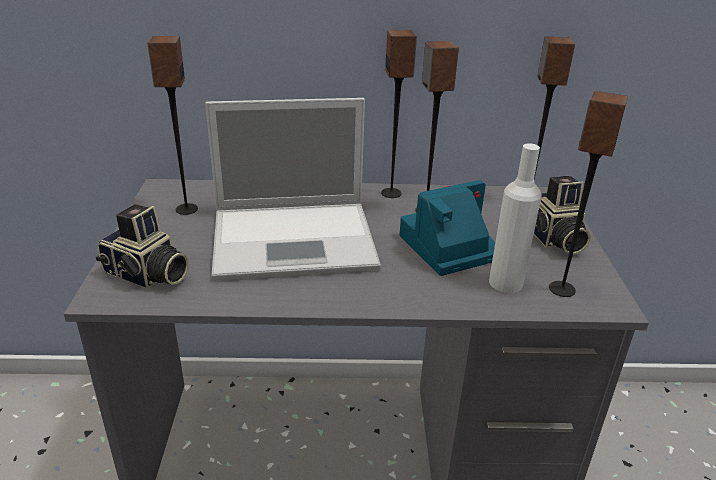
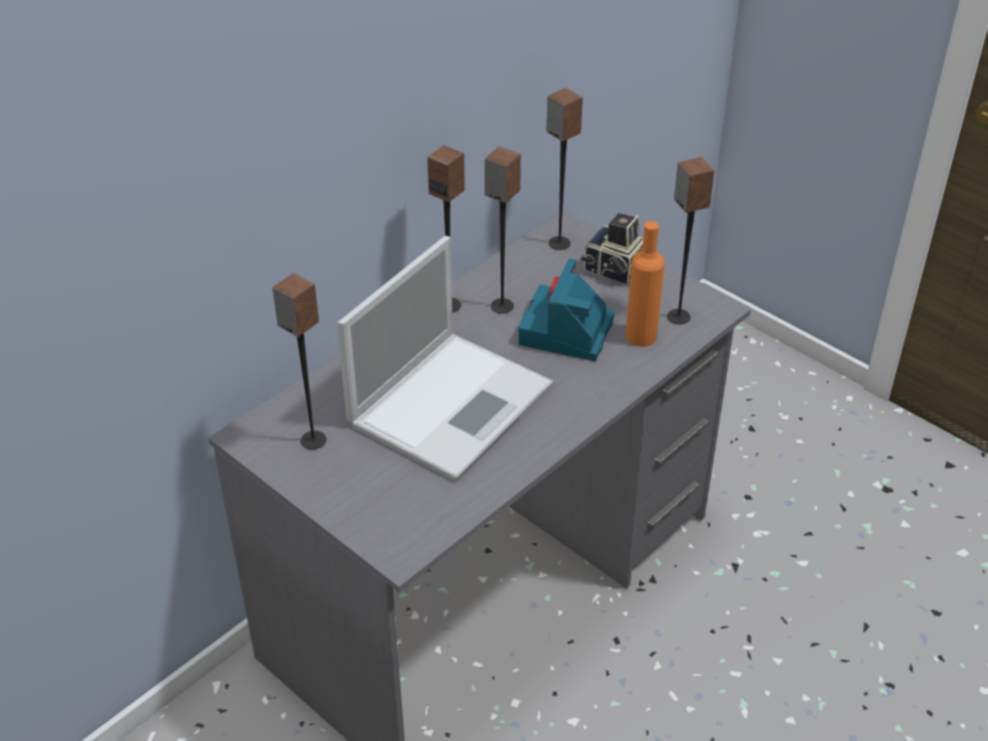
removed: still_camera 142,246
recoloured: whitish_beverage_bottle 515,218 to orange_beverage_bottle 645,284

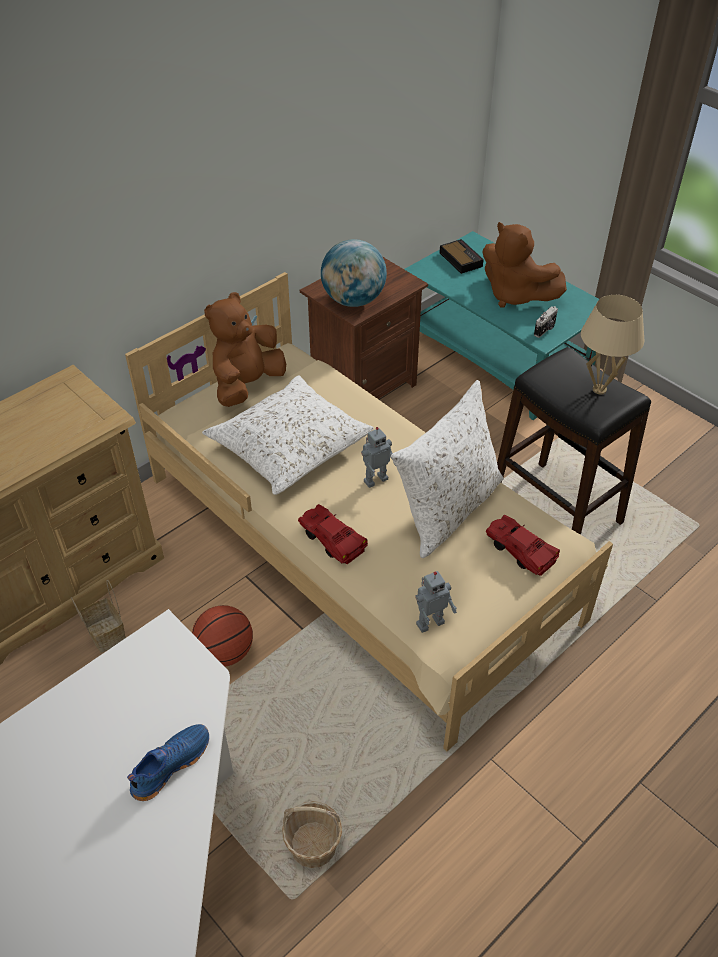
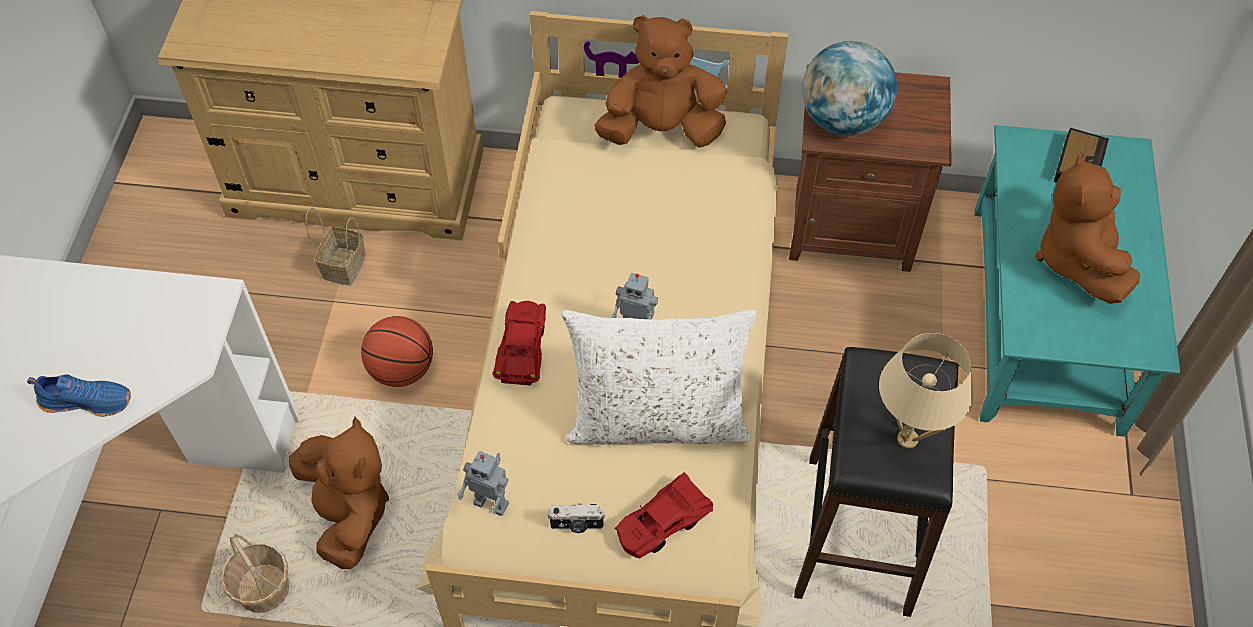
removed: whitish_pillow 288,435
added: brownish_plush_toy 339,493
moved: still_camera 546,322 to 576,518
turned: red_toy_car 523,545 = 664,515 135 degrees counterclockwise

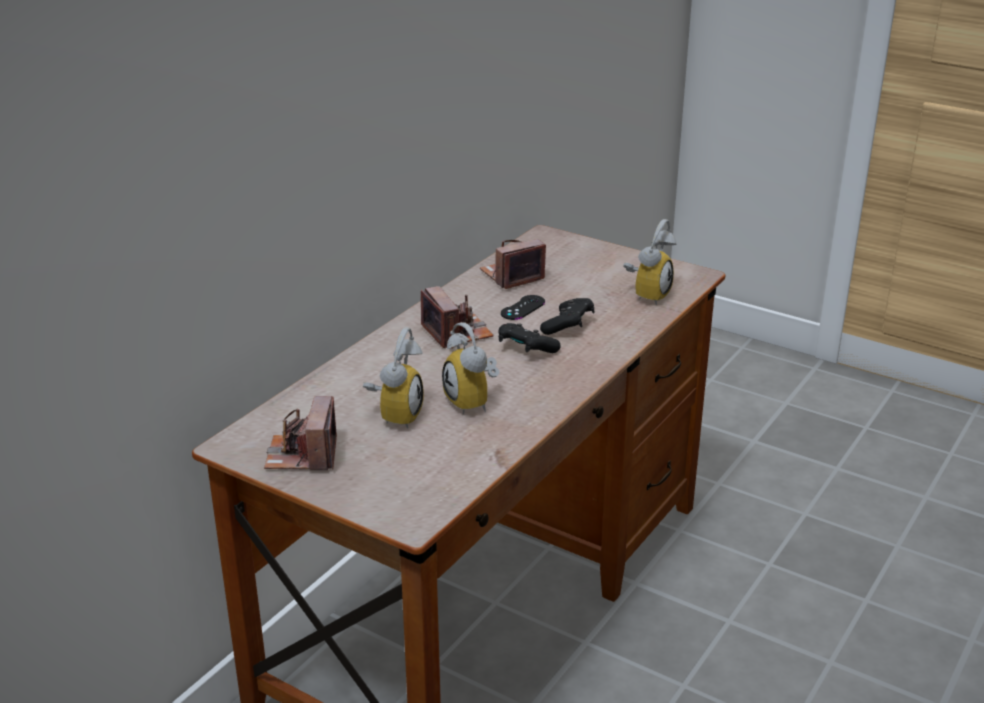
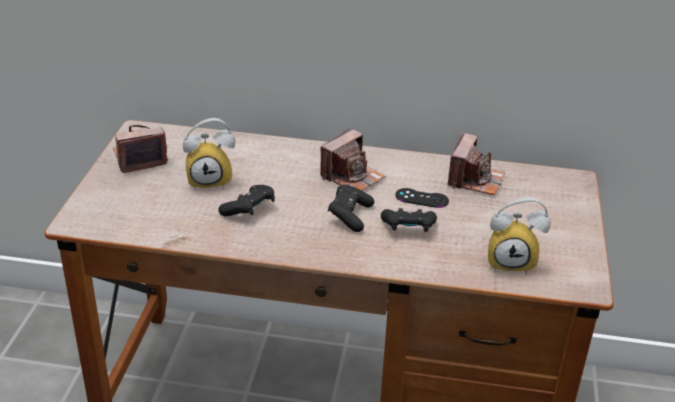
replaced: alarm_clock 470,368 to black-coloured_game_controller 246,200
turned: still_camera 513,264 = 476,164 75 degrees clockwise

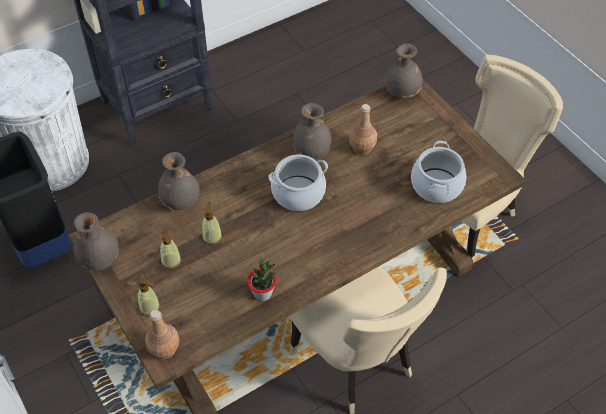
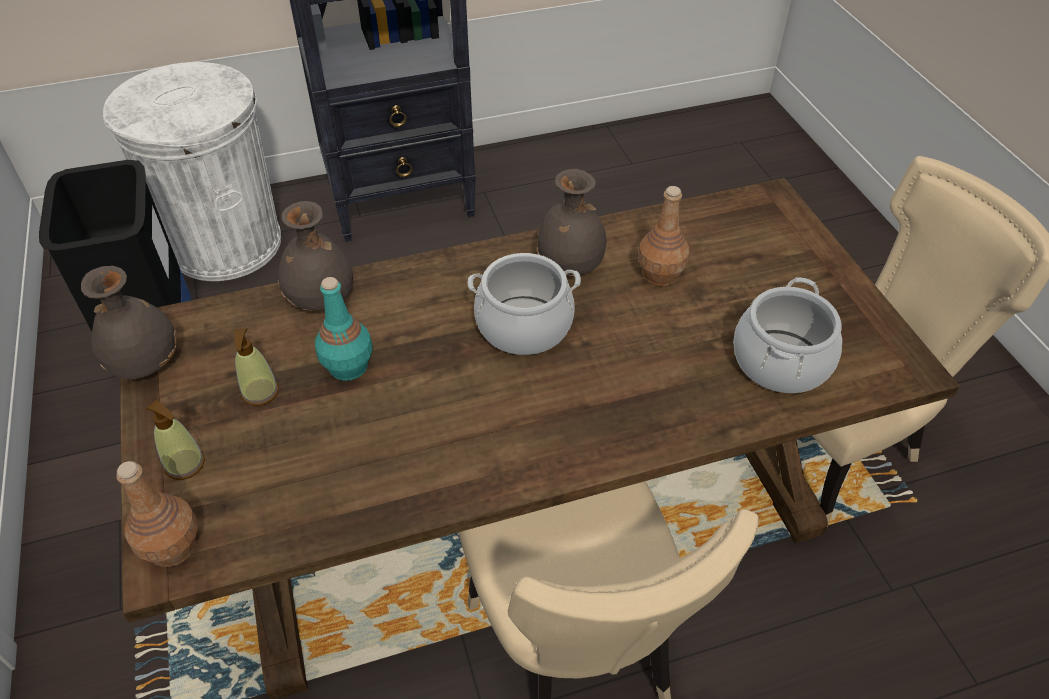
removed: plant_in_a_pot 262,279; greyish_flower_vase 404,70
replaced: liquid_soap_bottle 212,223 to blue-green_beverage_bottle 344,329

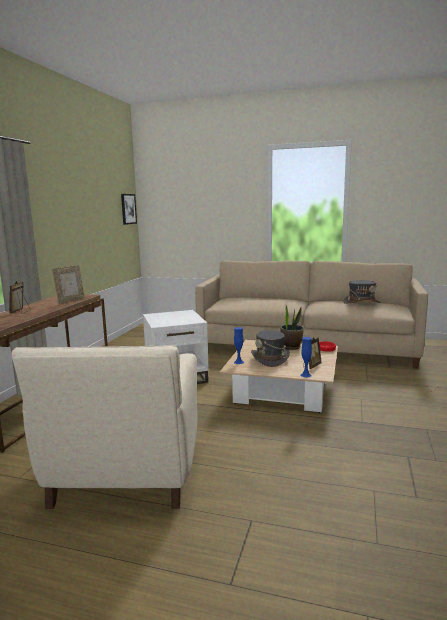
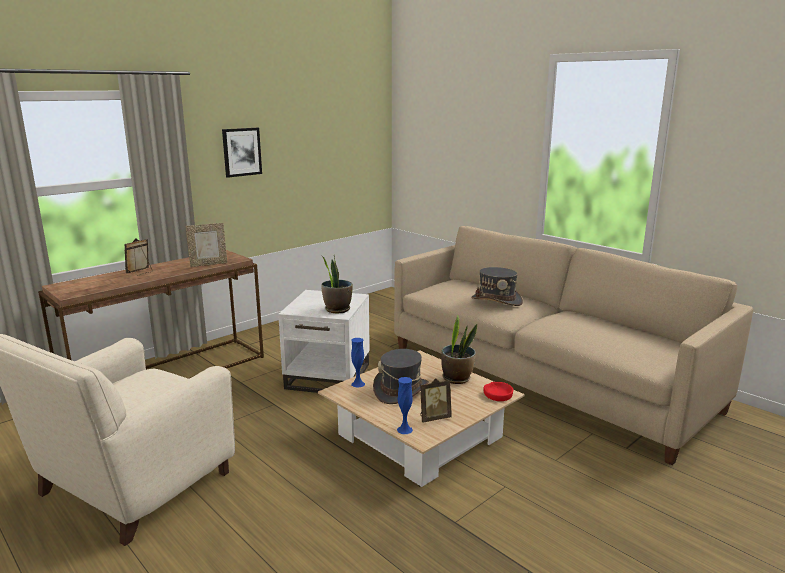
added: plant_in_a_pot 337,284
moved: wall_art 129,209 to 242,153; greyish_clothing_hat 361,292 to 497,286

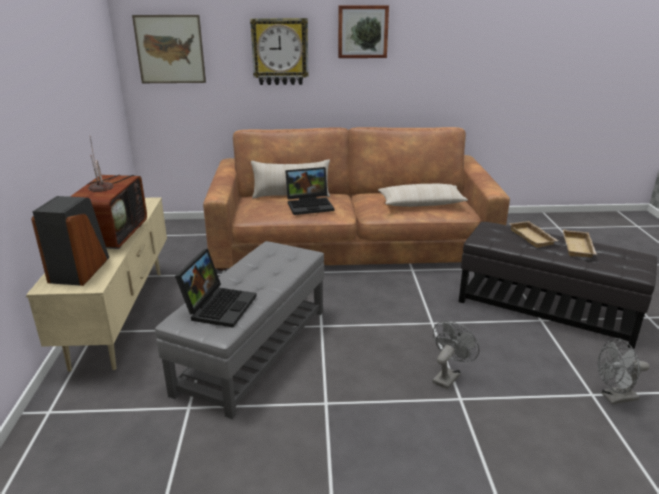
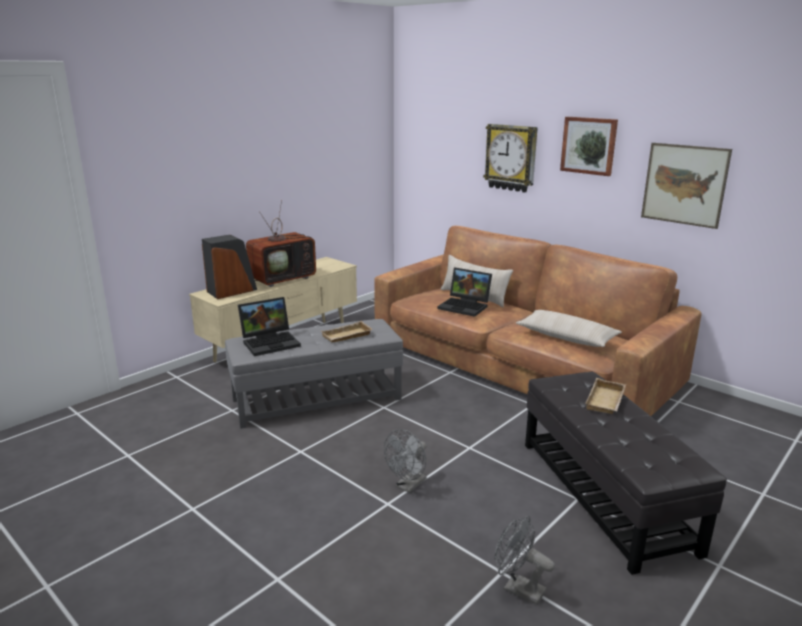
moved: wall_art 169,49 to 686,186; sand-coloured_serving_tray 580,243 to 346,332
turned: greyish_fan 455,355 = 405,461 135 degrees clockwise

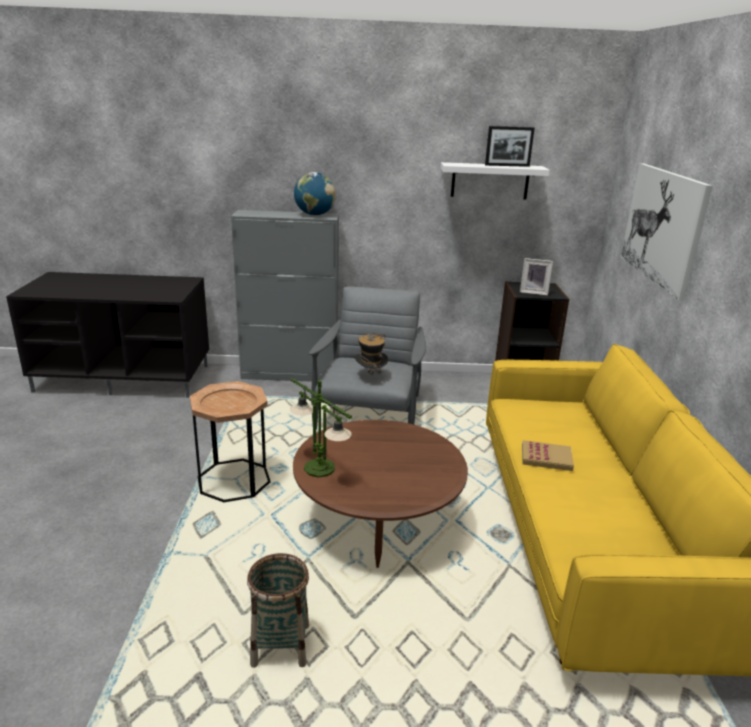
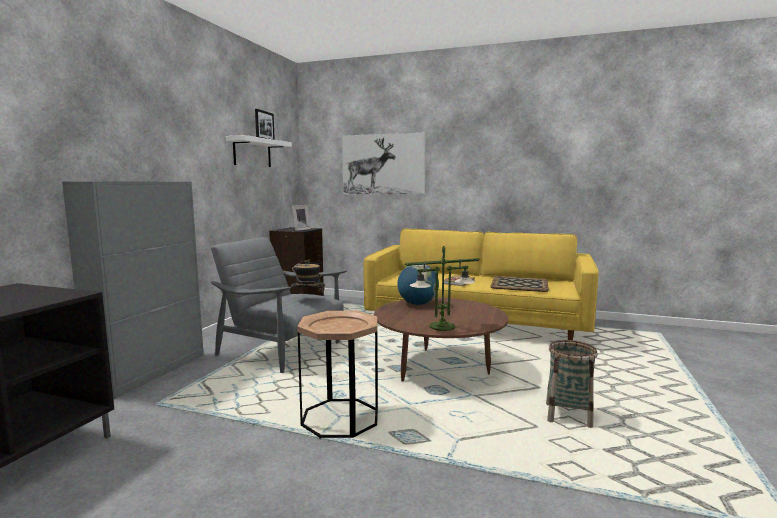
added: serving_tray 519,284
moved: globe 315,193 to 418,285

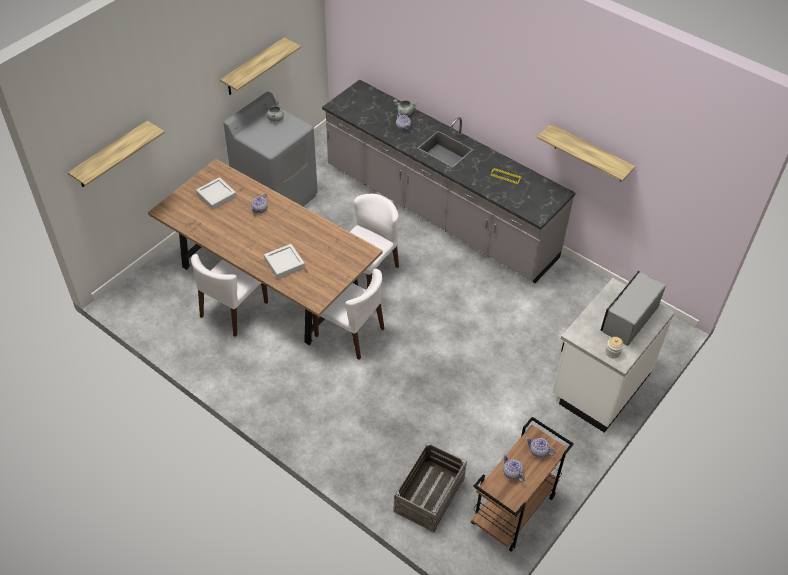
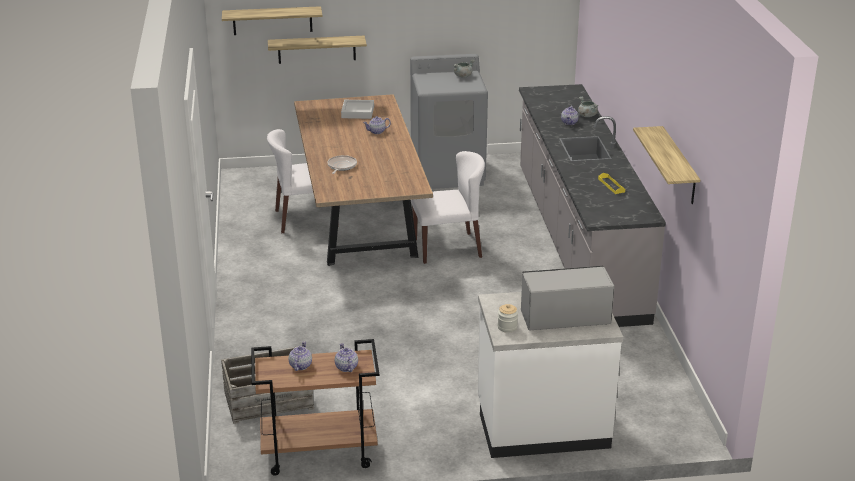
removed: whitish_plain_chair 348,314
moved: wall_shelf 260,66 to 317,50
replaced: greyish_serving_tray 284,261 to pan 342,164

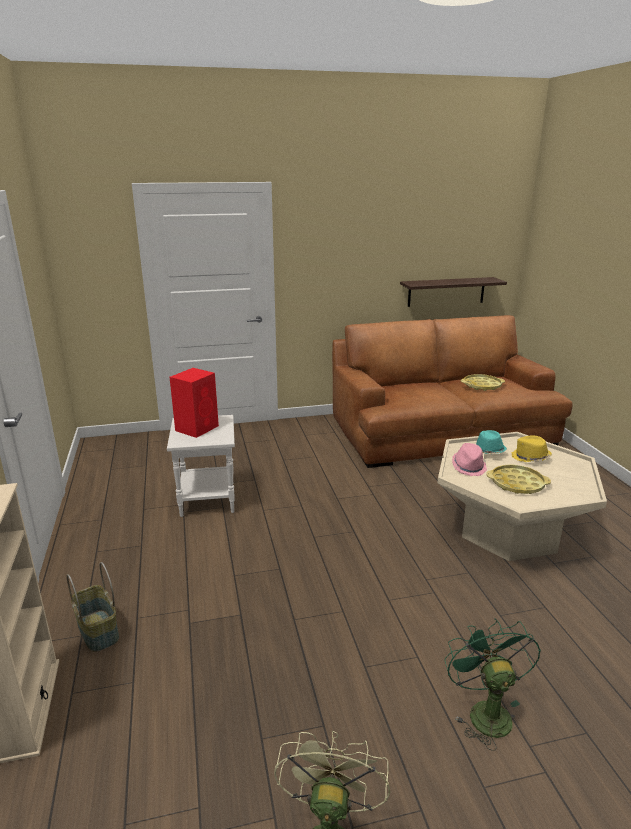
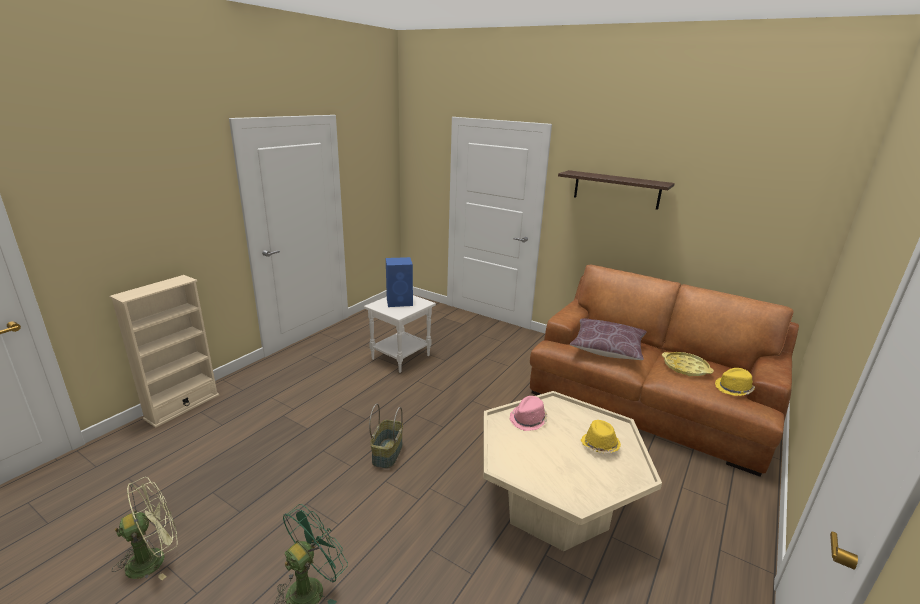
removed: blue-green_clothing_hat 491,442; yellowish_serving_tray 518,479
added: brownish_pillow 608,339; yellowish_clothing_hat 735,382
moved: storage_basket 93,607 to 386,436; wall_shelf 453,292 to 616,190
recoloured: red_audio_speaker 194,403 to blue-coloured_audio_speaker 399,282

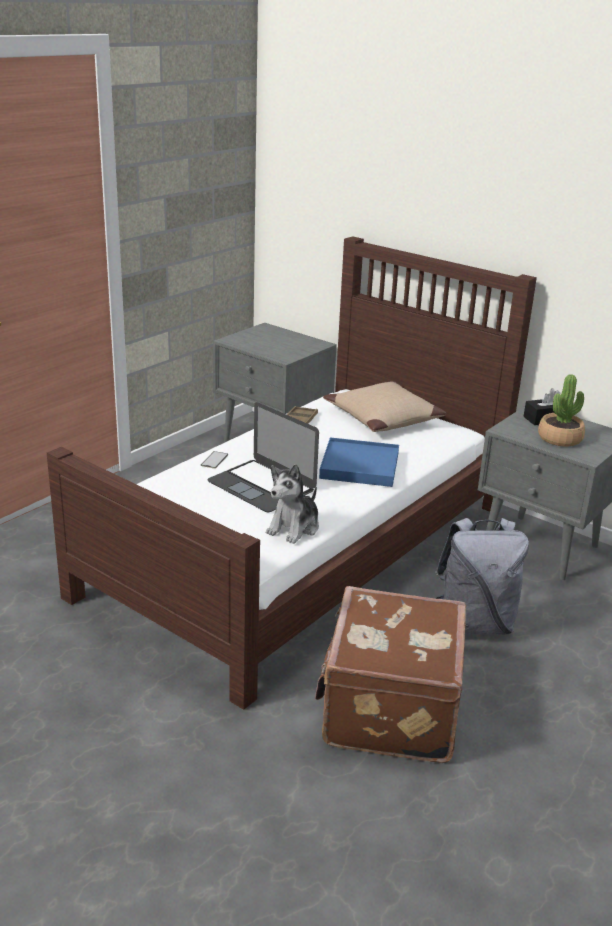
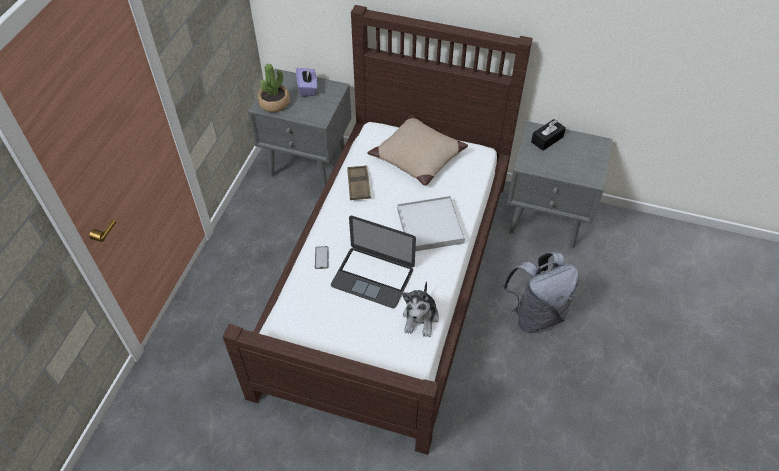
removed: brownish_travel_case 390,674
added: purplish_box_of_tissues 306,82
moved: plant_in_a_pot 561,410 to 273,88
recoloured: blue-coloured_serving_tray 359,462 to whitish_serving_tray 431,224

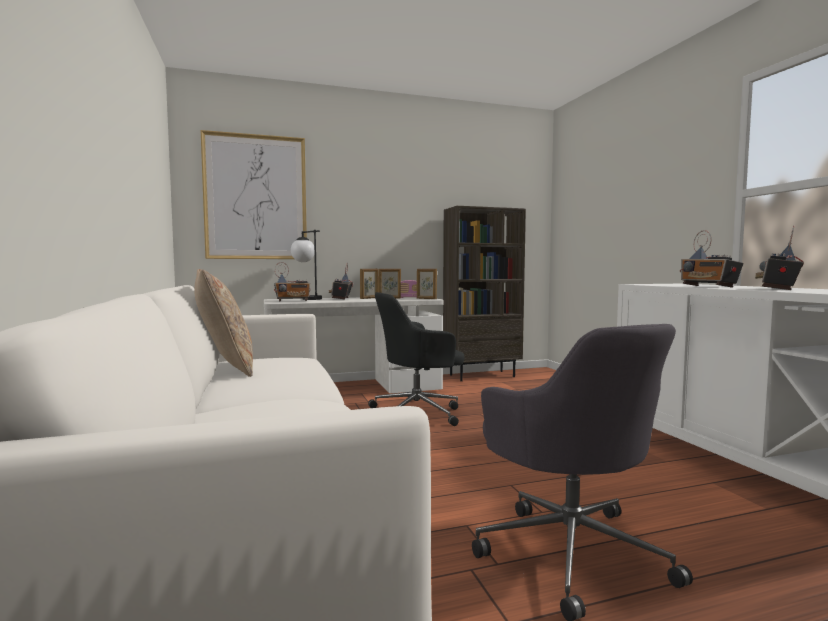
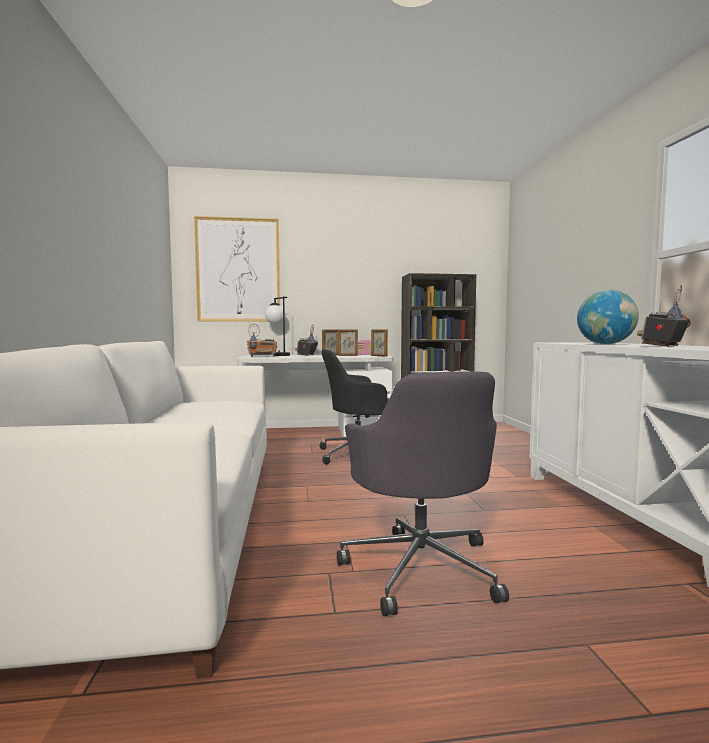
removed: sand-coloured_pillow 223,323
replaced: radio_receiver 712,258 to globe 608,317

